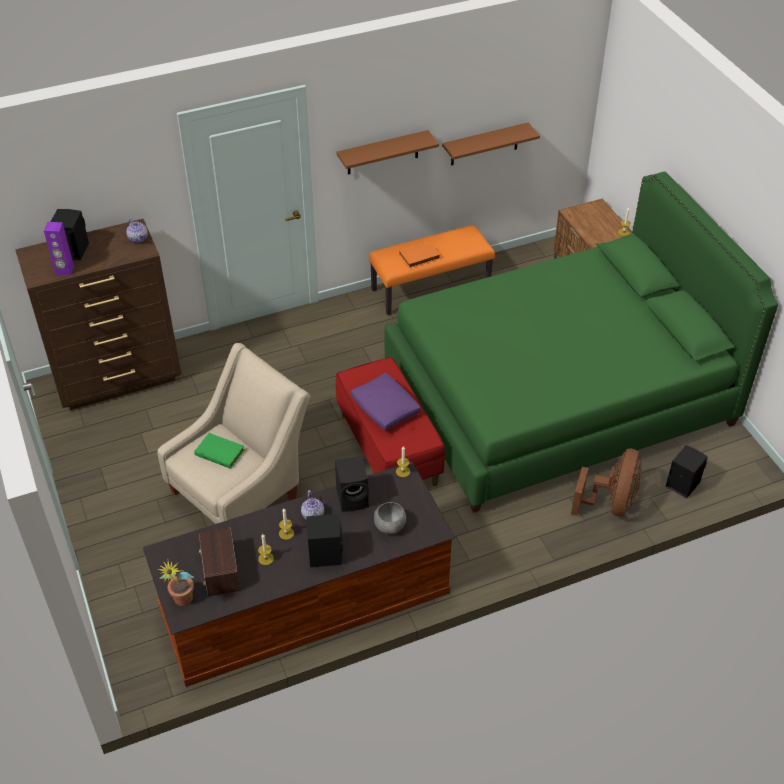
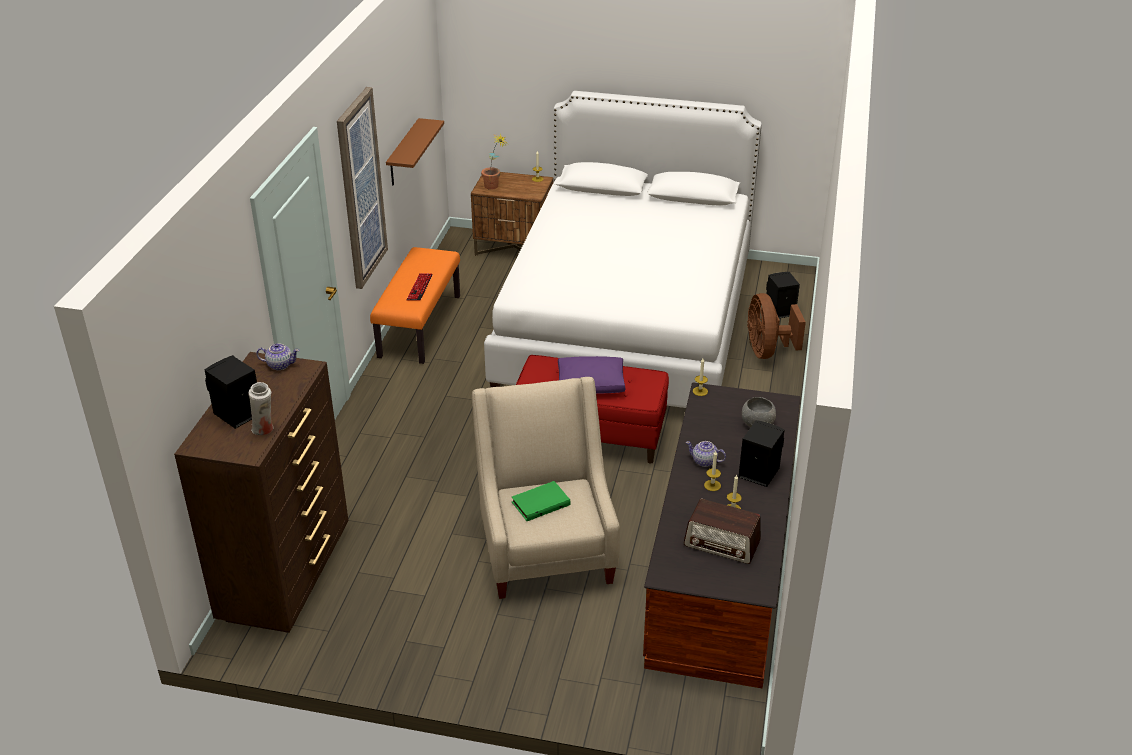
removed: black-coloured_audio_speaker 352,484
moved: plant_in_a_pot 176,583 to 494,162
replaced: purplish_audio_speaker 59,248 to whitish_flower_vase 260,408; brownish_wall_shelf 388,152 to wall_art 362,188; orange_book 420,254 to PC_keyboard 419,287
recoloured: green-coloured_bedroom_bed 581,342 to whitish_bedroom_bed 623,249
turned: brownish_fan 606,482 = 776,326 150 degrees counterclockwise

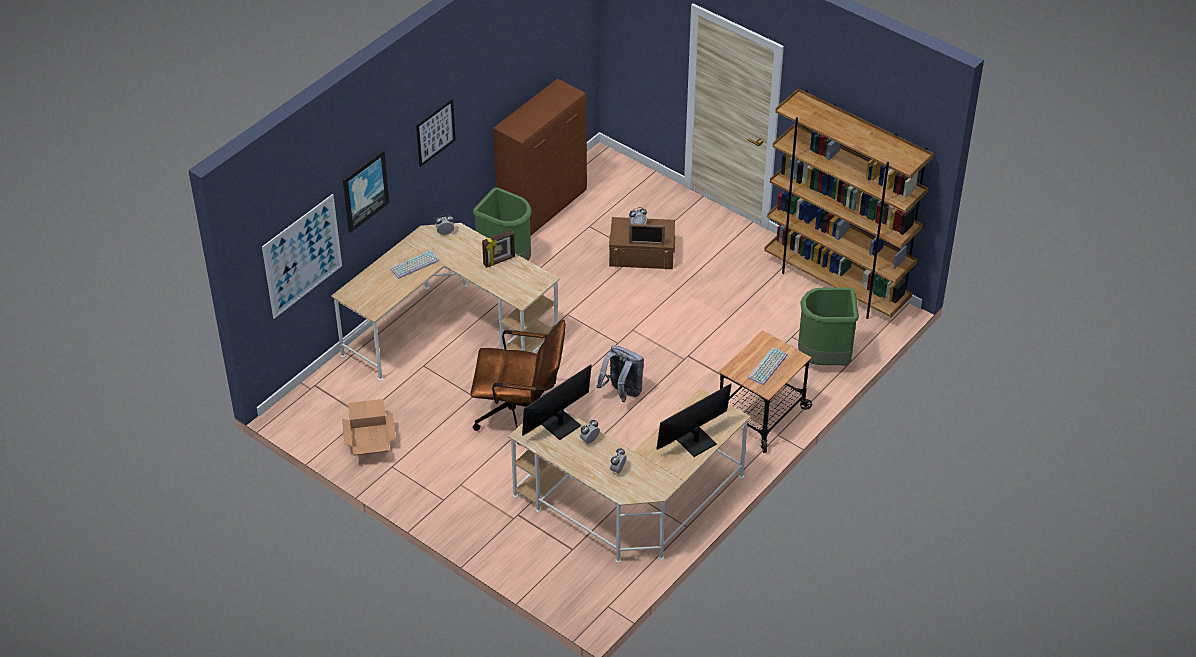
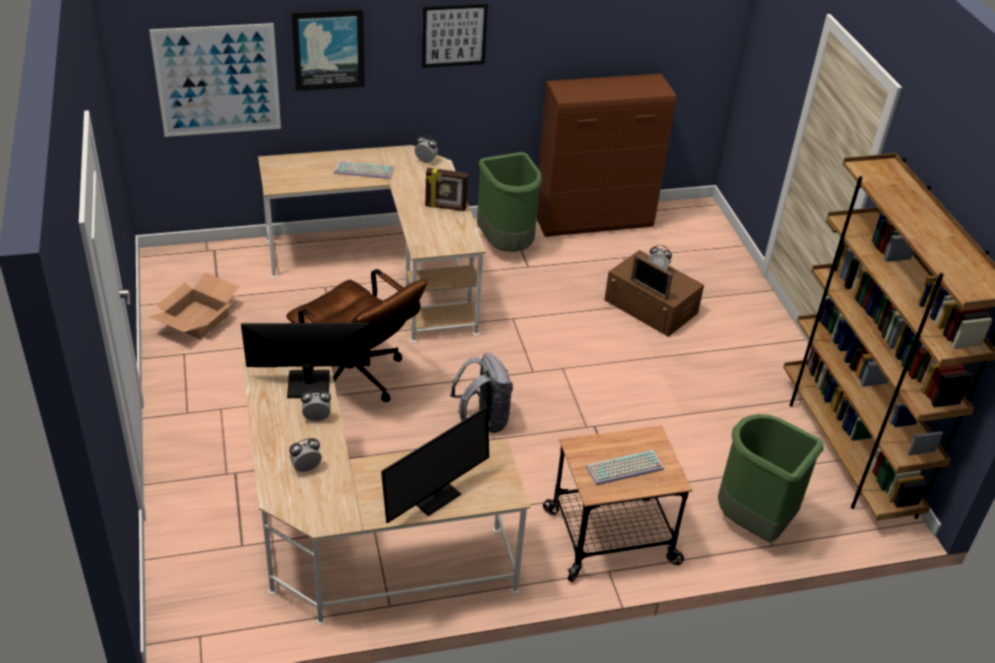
turned: computer_display 694,420 = 435,465 135 degrees clockwise

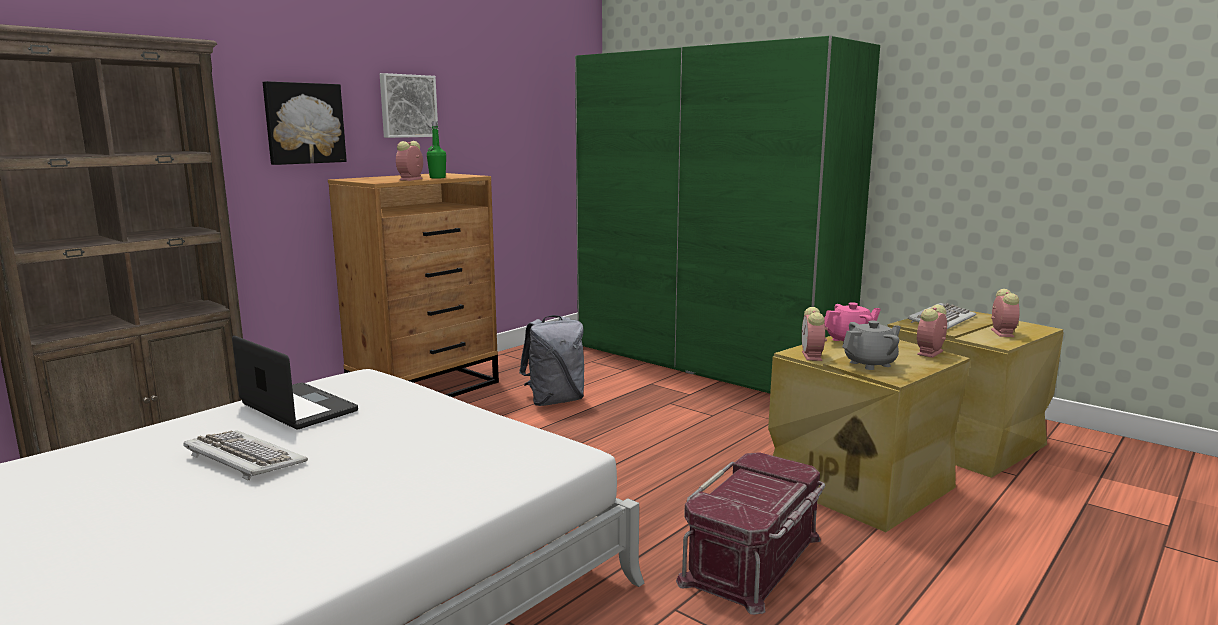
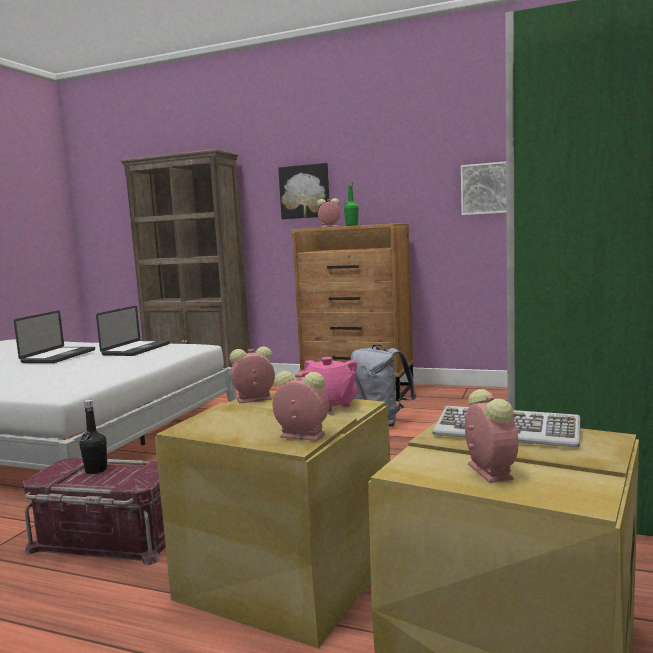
removed: greyish_teapot 871,345
added: black-coloured_beverage_bottle 93,437
moved: wall_art 409,105 to 483,188
replaced: PC_keyboard 245,455 to laptop 54,336
turned: alarm_clock 1005,313 = 492,436 90 degrees counterclockwise

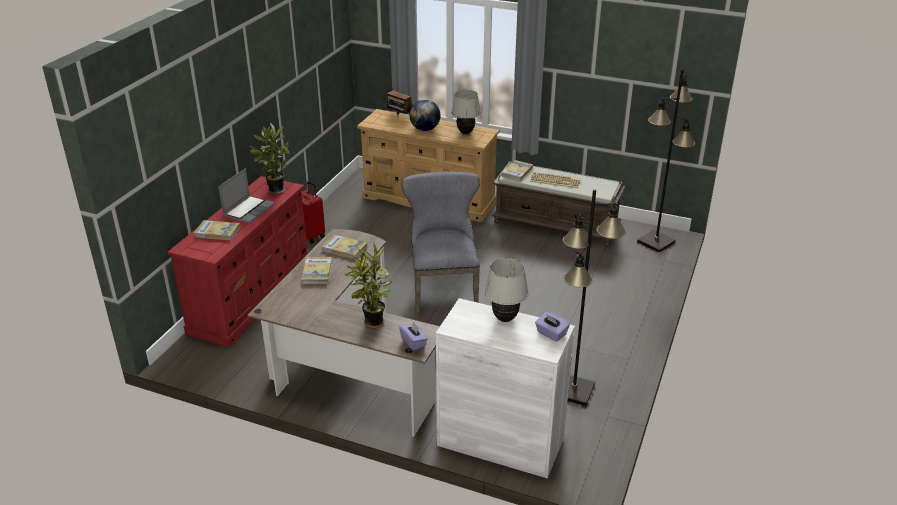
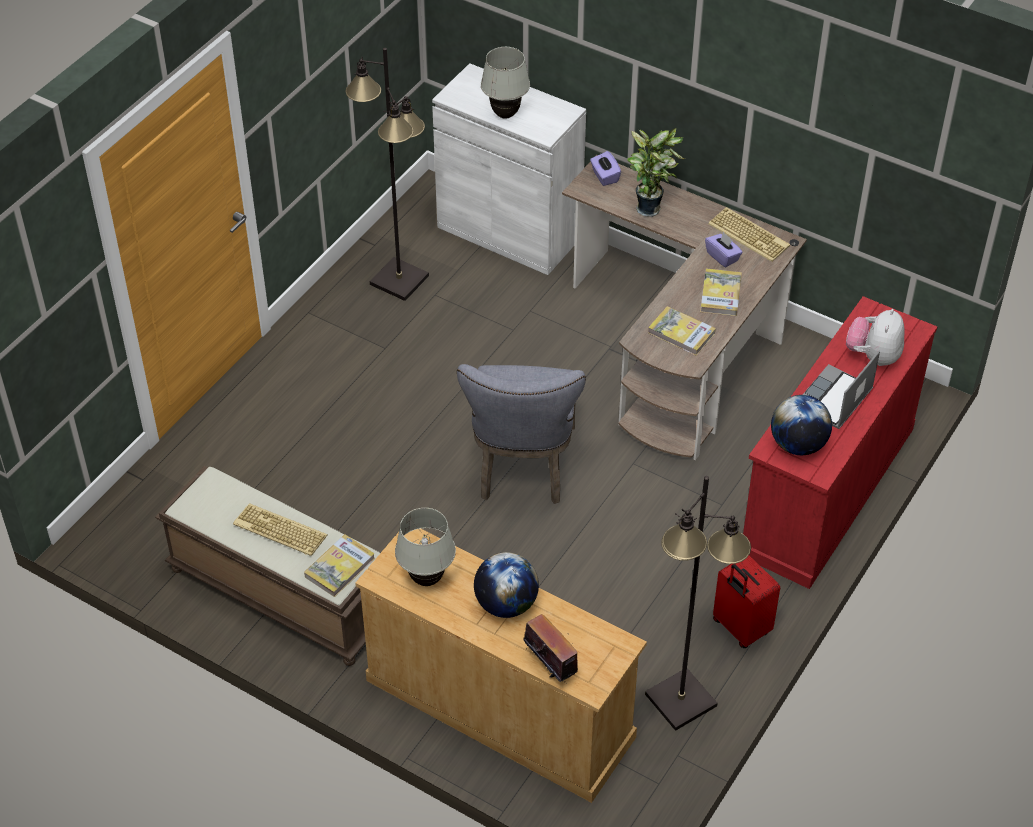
added: PC_keyboard 749,234
moved: purplish_box_of_tissues 552,326 to 724,249; black-coloured_standing_lamp 666,161 to 698,603
replaced: book 217,230 to plush_toy 875,337; plant_in_a_pot 269,158 to globe 801,425

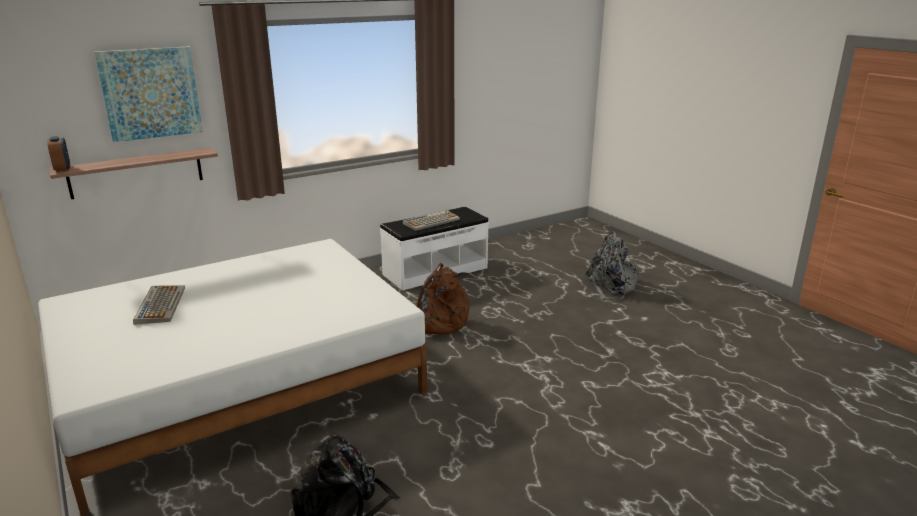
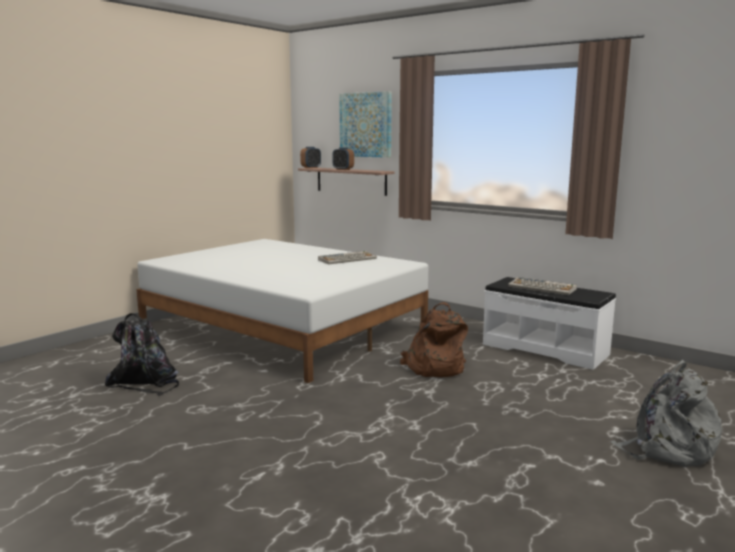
added: alarm_clock 343,158
moved: PC_keyboard 159,305 to 347,257

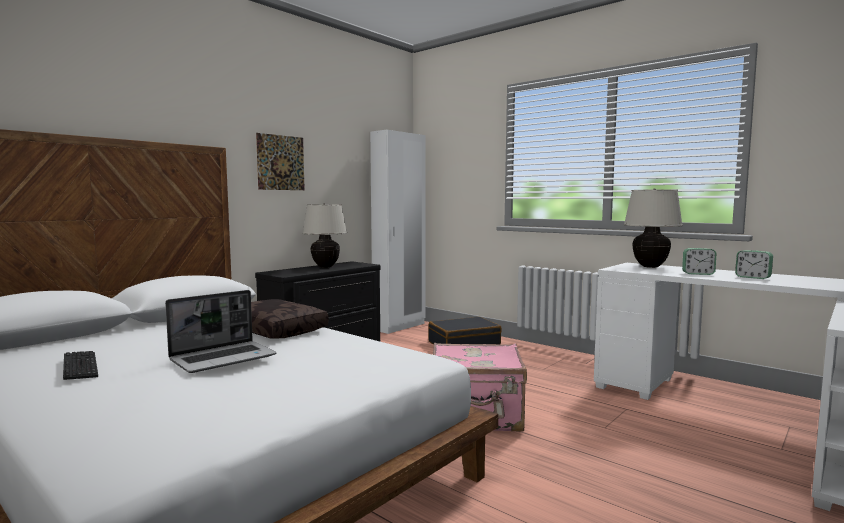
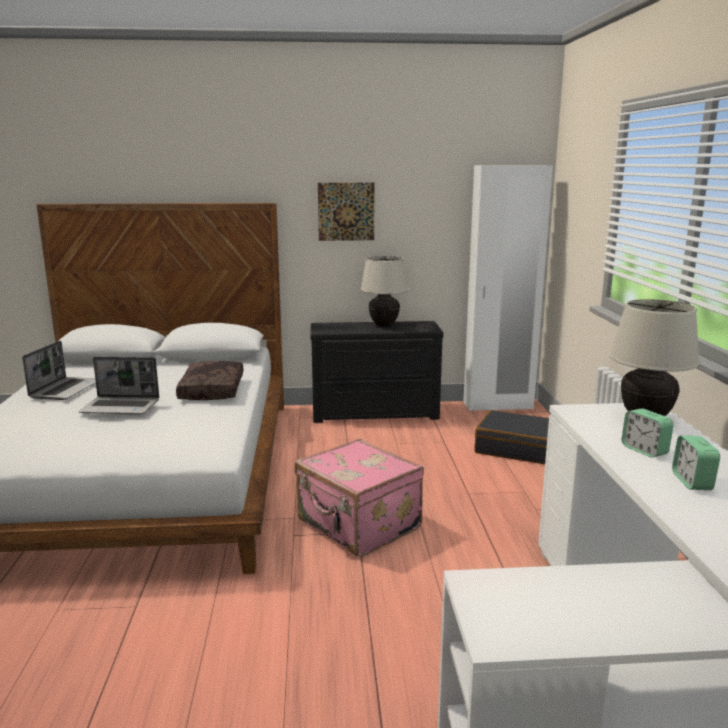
replaced: PC_keyboard 80,365 to laptop 59,370

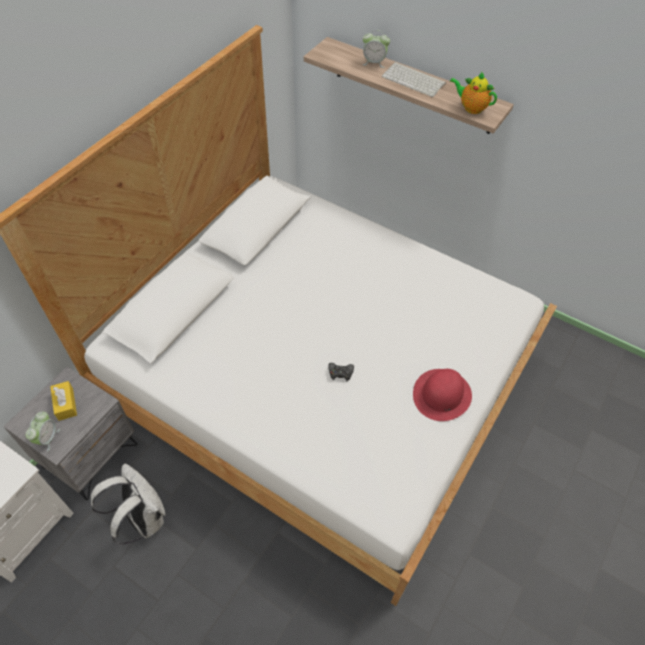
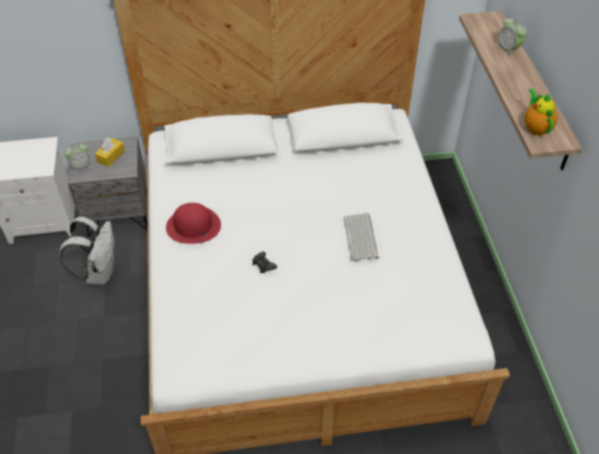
moved: PC_keyboard 414,79 to 361,237; red_clothing_hat 442,395 to 193,223

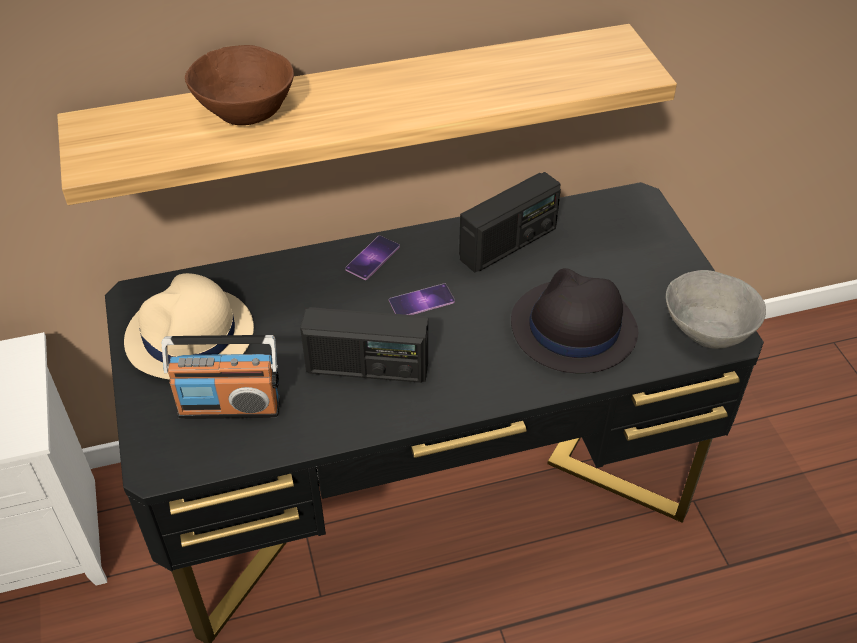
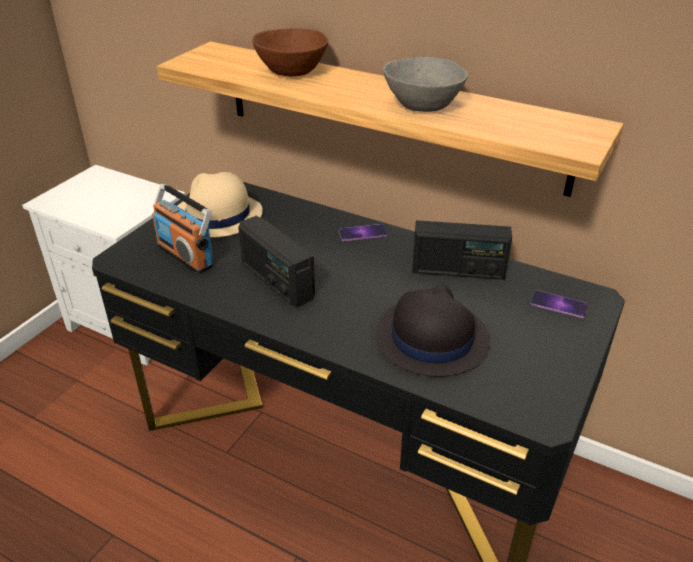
moved: phone 422,299 to 559,304; greyish_deep_dish 716,309 to 425,84

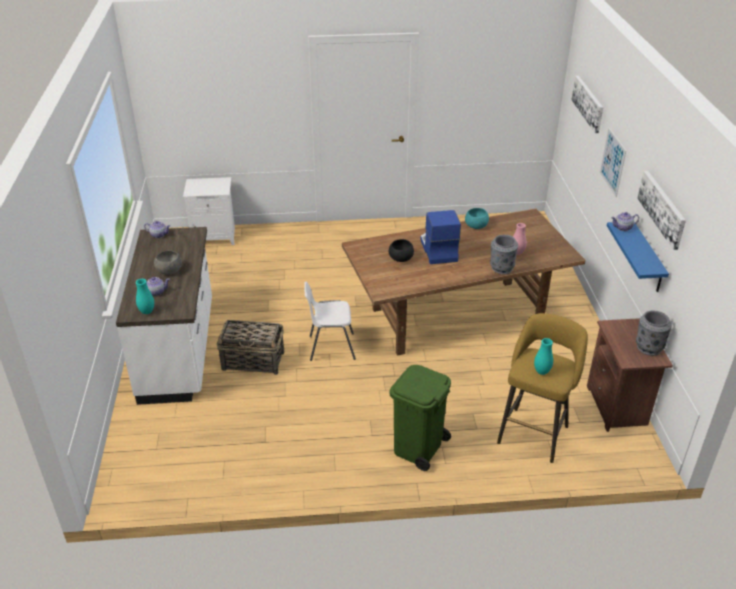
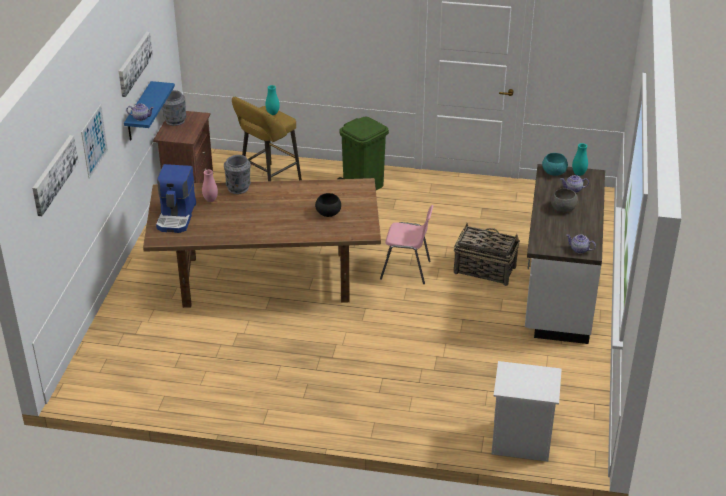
moved: coffee_brewer 440,237 to 176,198; blue-green_deep_dish 477,218 to 555,164
recoloured: whitish_plain_chair 330,321 to pinkish_plain_chair 407,244

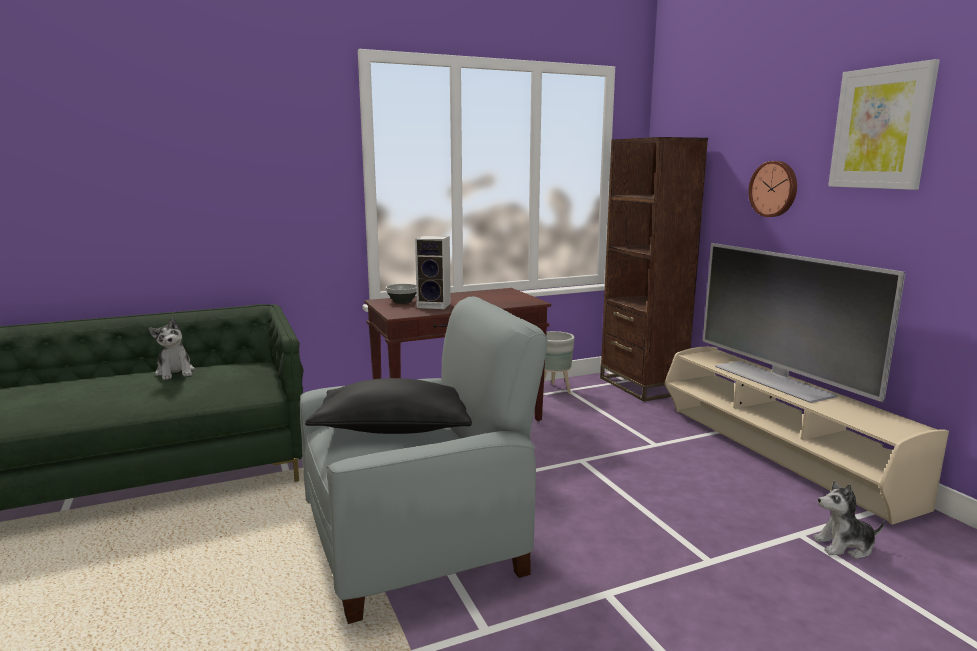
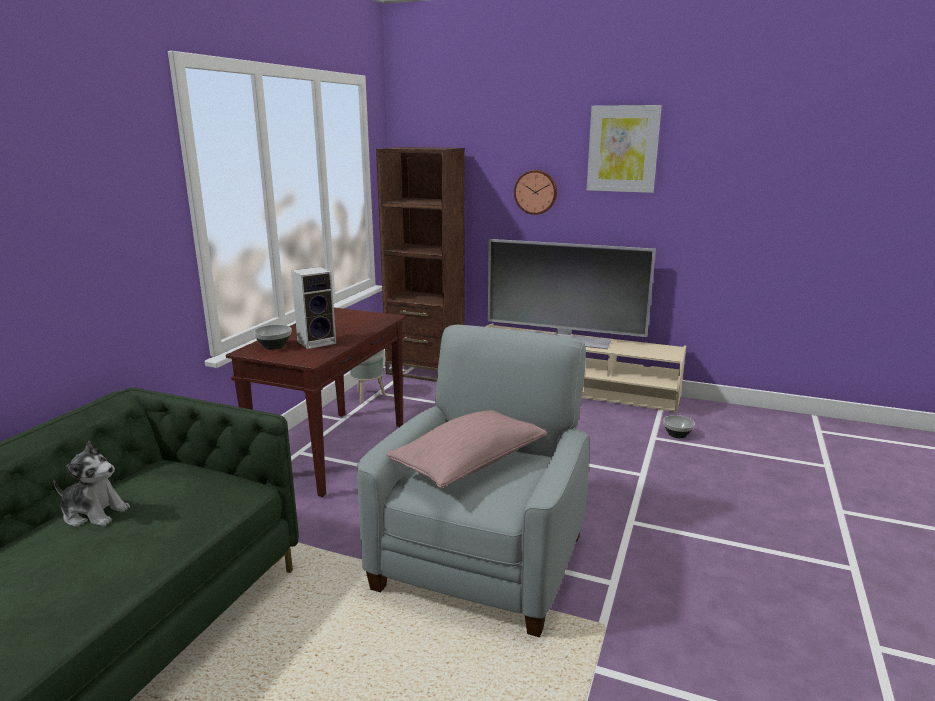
replaced: plush_toy 849,519 to deep_dish 679,426
recoloured: black-coloured_pillow 388,406 to pinkish_pillow 466,449

